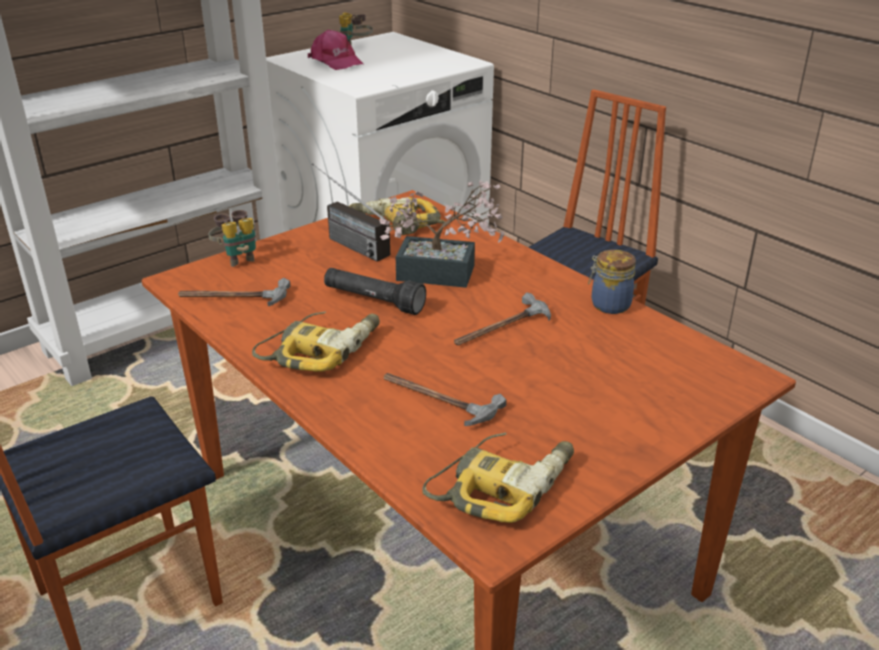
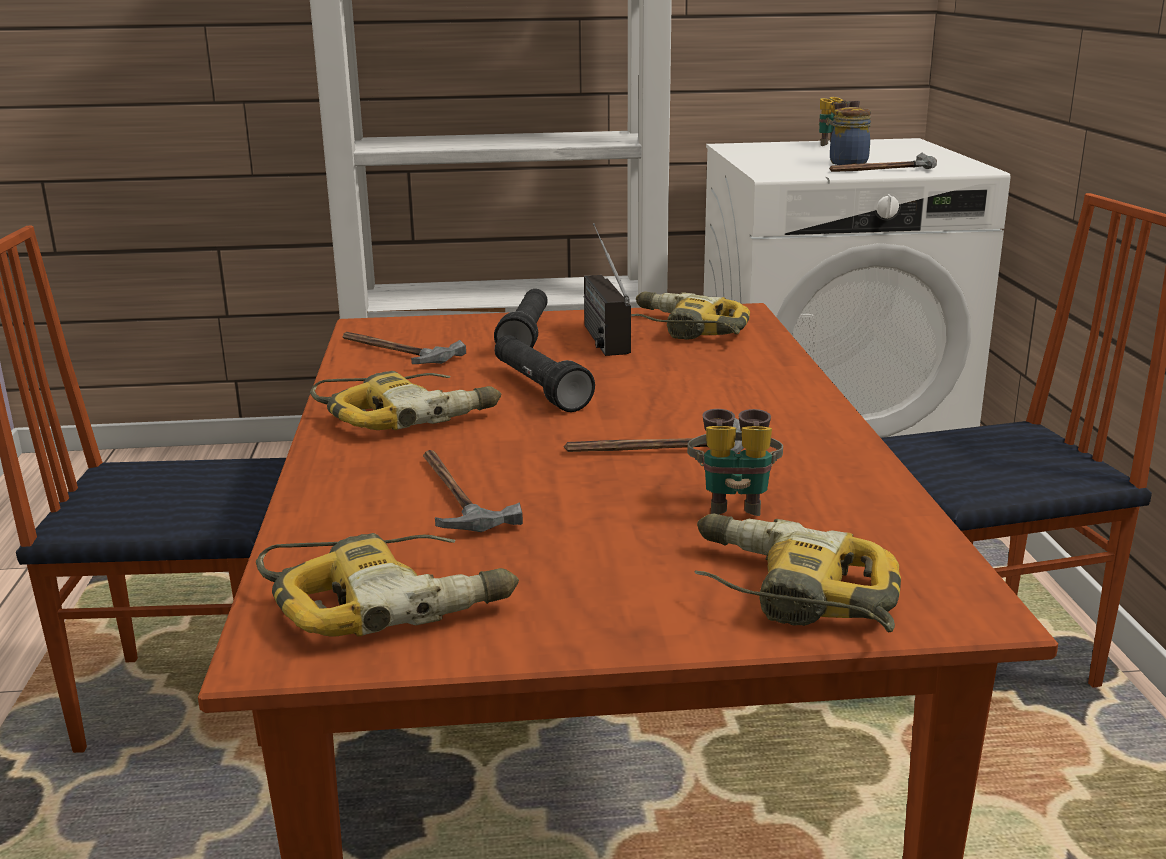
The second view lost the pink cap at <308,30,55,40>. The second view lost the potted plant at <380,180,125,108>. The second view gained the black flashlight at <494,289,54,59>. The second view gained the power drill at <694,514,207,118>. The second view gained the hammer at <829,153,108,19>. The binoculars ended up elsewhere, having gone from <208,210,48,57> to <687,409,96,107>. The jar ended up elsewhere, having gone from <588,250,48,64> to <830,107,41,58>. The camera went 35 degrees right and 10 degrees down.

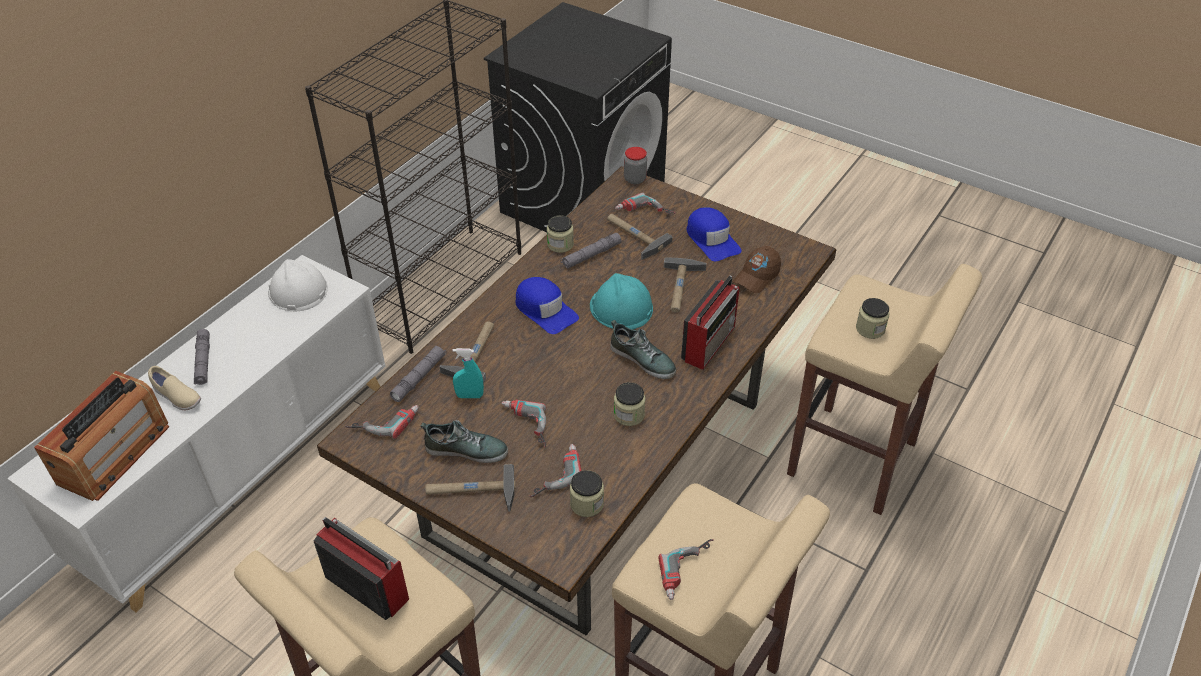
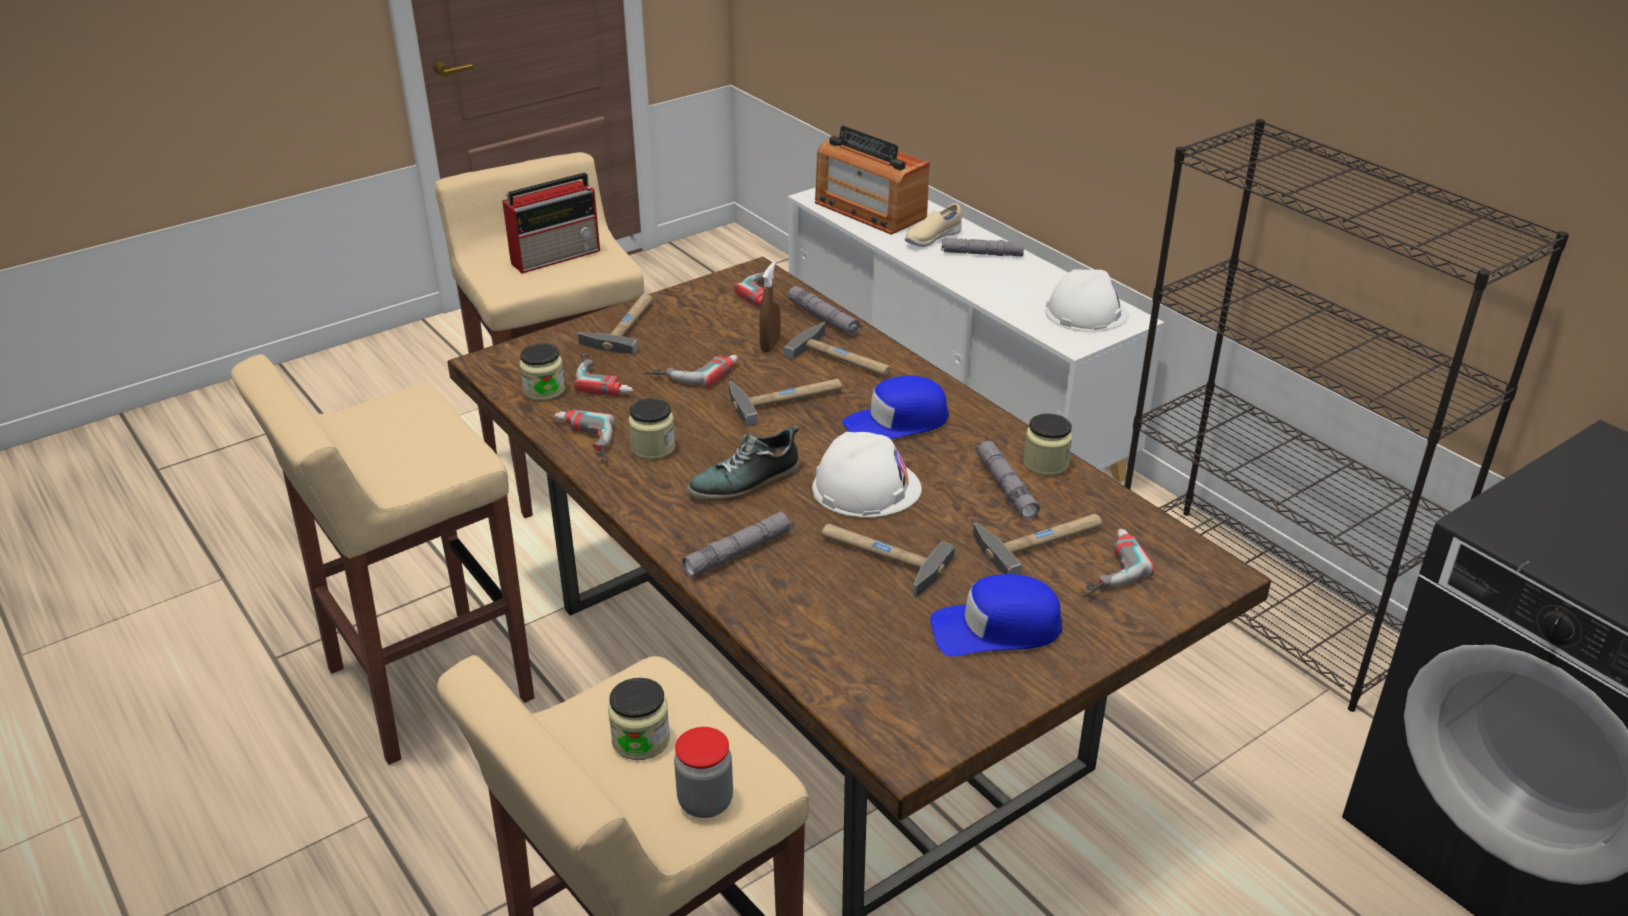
The second view lost the shoe at <421,420,87,43>. The second view lost the brown cap at <732,246,49,47>. The second view gained the hammer at <729,379,113,47>. The jar ended up elsewhere, having gone from <624,147,23,38> to <674,727,59,91>. The power drill ended up elsewhere, having gone from <659,539,55,61> to <554,410,61,53>. Where the radio stood at <681,276,59,94>, the grey flashlight came to stand at <682,512,112,65>. What was the turquoise spray bottle at <452,348,32,50> turned into the brown spray bottle at <759,262,22,90>. What was the turquoise hard hat at <590,273,63,57> turned into the white hard hat at <812,432,110,86>. The camera went 110 degrees right and 10 degrees down.

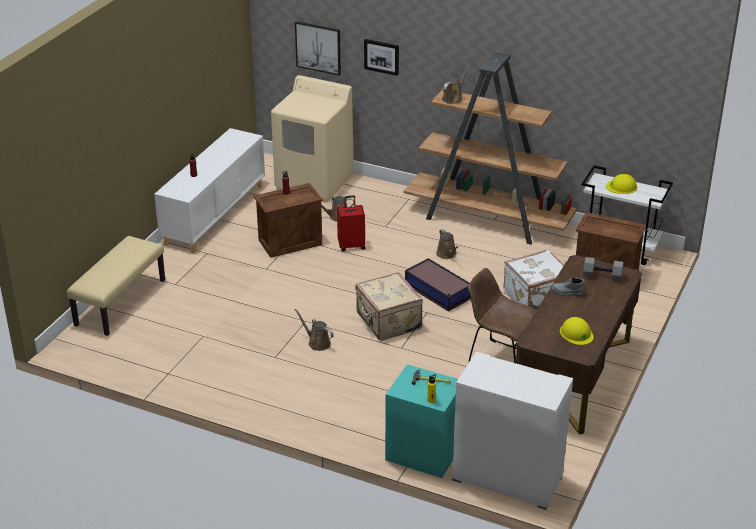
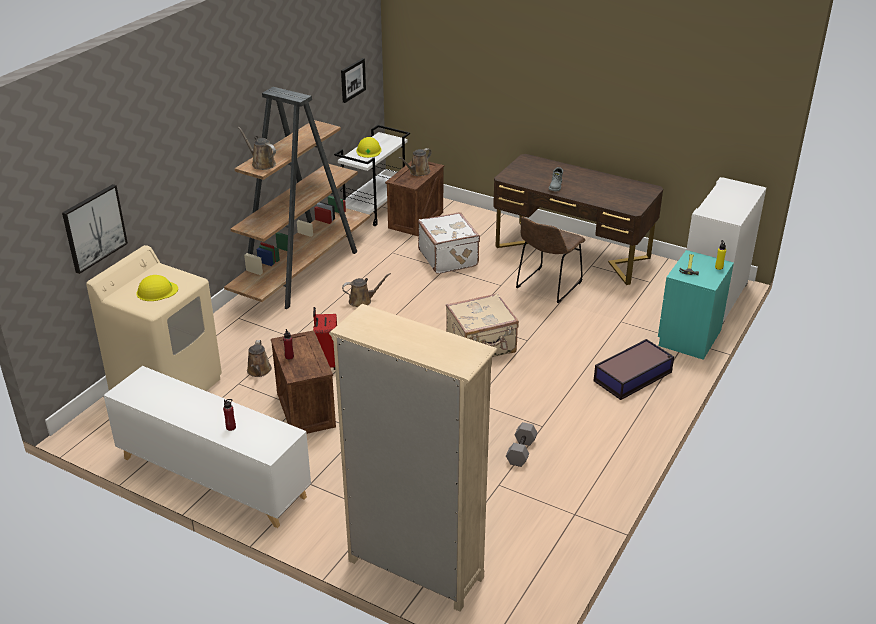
The brown watering can ended up elsewhere, having gone from <294,309,40,42> to <398,148,34,28>. The picture ended up elsewhere, having gone from <364,39,35,37> to <341,58,25,45>. The storage box ended up elsewhere, having gone from <405,258,66,54> to <594,339,80,61>. The yellow hard hat ended up elsewhere, having gone from <560,317,34,28> to <136,275,42,26>. The grey dumbbell ended up elsewhere, having gone from <583,257,40,24> to <506,422,31,45>. Where the beige bench stood at <67,236,98,100>, the beige bookcase came to stand at <329,304,169,308>. The camera went 85 degrees left and 0 degrees up.

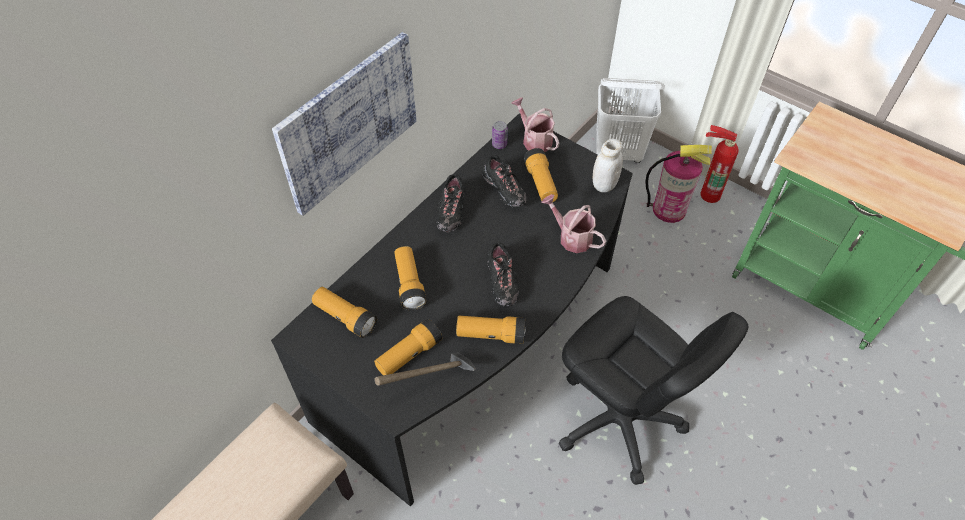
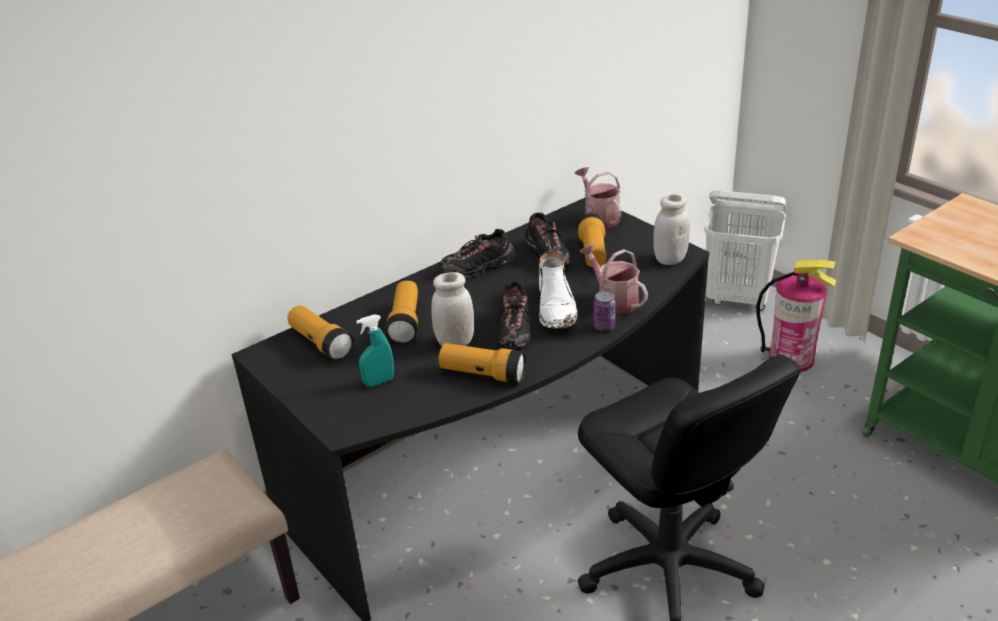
The second view lost the picture at <272,32,144,184>. The second view lost the hammer at <375,352,101,34>. The second view lost the fire extinguisher at <701,125,38,78>. The second view gained the white jar at <432,272,42,74>. The second view gained the white boot at <539,251,38,78>. The can ended up elsewhere, having gone from <492,121,16,28> to <593,291,23,40>. Where the flashlight stood at <374,319,68,56>, the turquoise spray bottle came to stand at <356,314,38,73>. The black shoe at <437,174,28,58> ended up facing another way, 45 degrees clockwise from before. The camera went 15 degrees right and 20 degrees down.

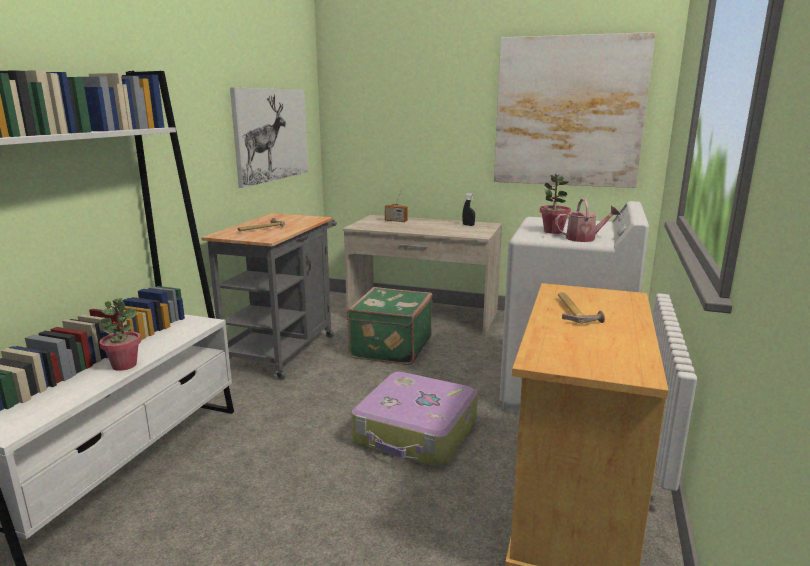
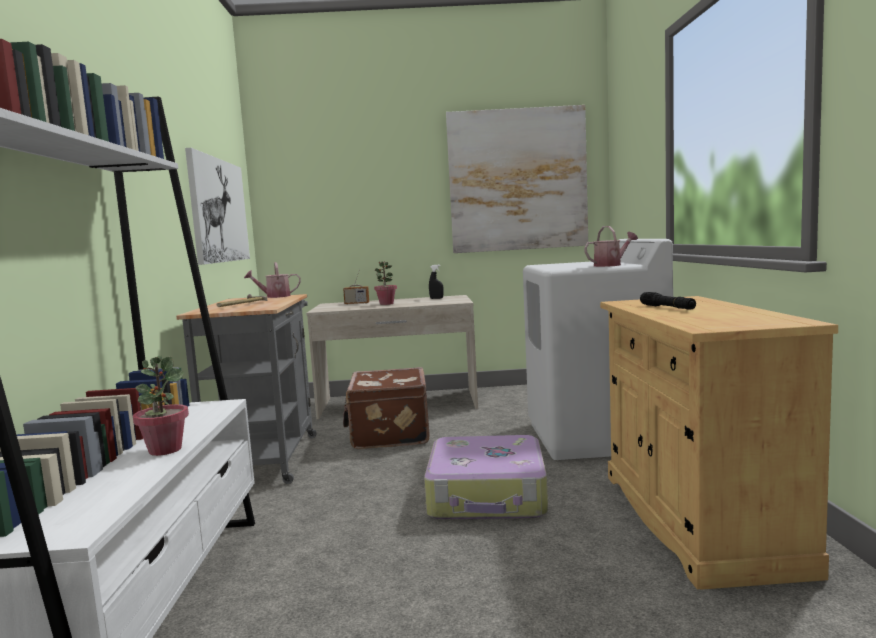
The second view gained the watering can at <244,262,57,36>. The potted plant ended up elsewhere, having gone from <540,174,31,60> to <374,261,23,44>. Where the hammer stood at <558,292,47,31>, the black flashlight came to stand at <640,292,56,18>. What was the green suitcase at <347,287,85,78> turned into the brown suitcase at <343,367,86,82>. The camera went 20 degrees left and 10 degrees down.

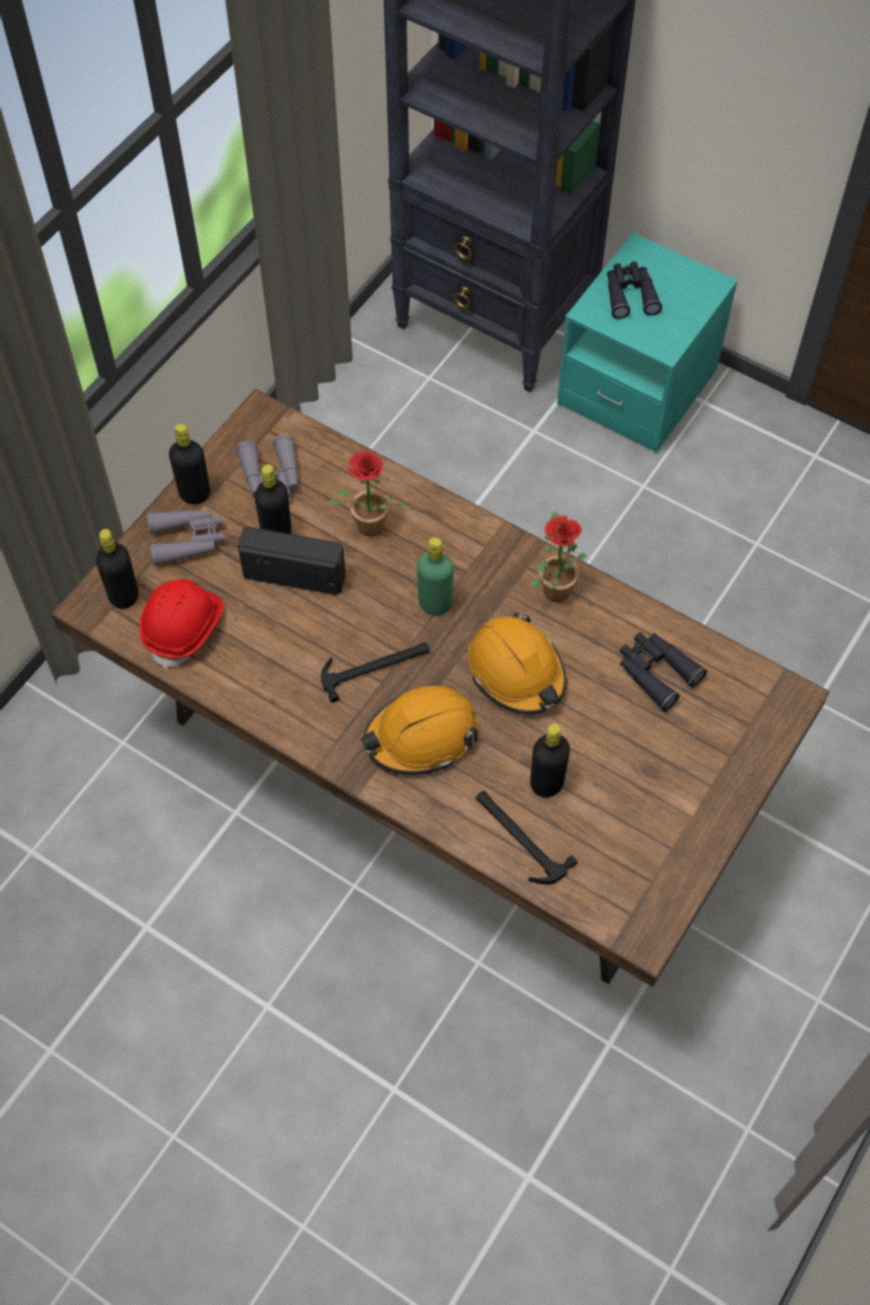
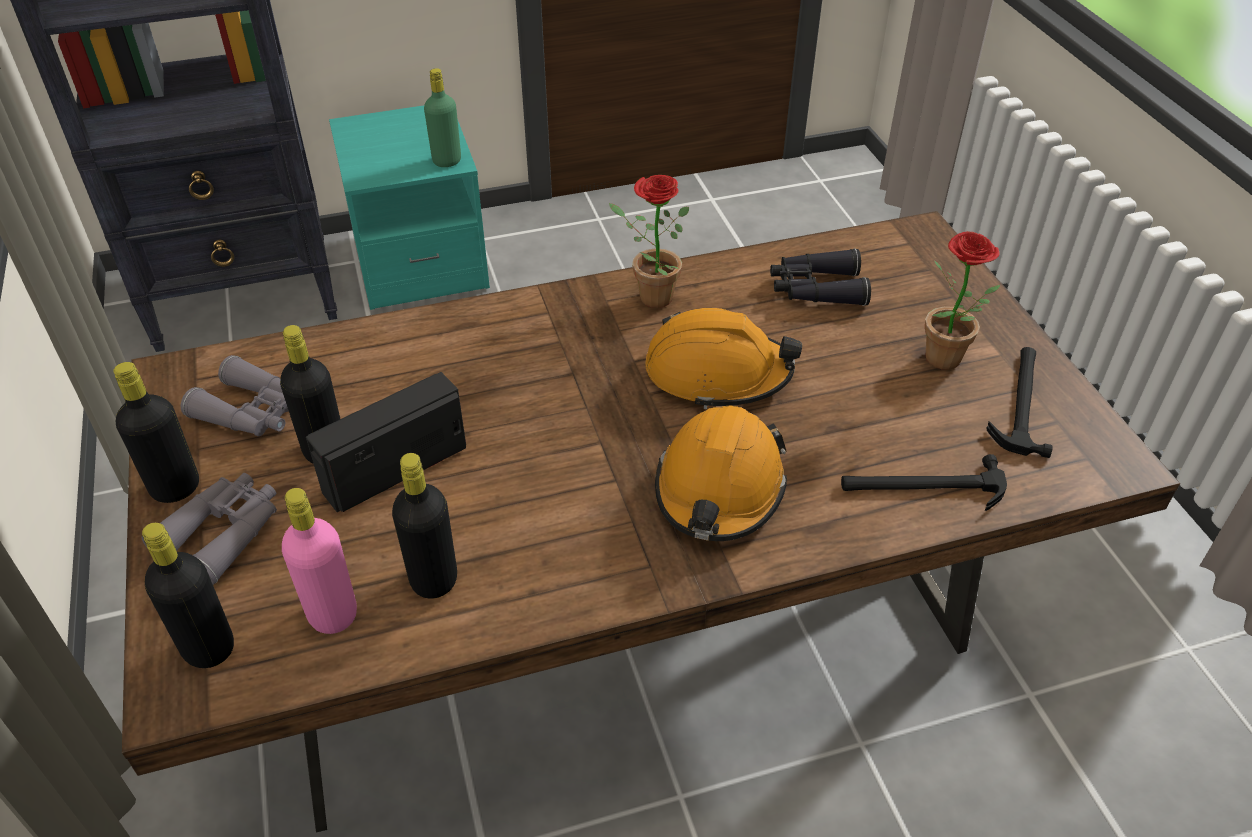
The second view lost the black binoculars at <607,262,55,57>. The hammer ended up elsewhere, having gone from <321,642,109,61> to <986,347,67,111>. The potted plant ended up elsewhere, having gone from <328,451,80,86> to <925,231,75,139>. The green bottle ended up elsewhere, having gone from <417,537,37,78> to <424,68,37,99>. The black bottle ended up elsewhere, having gone from <530,723,40,74> to <392,453,65,146>. Where the red hard hat stood at <139,579,85,90>, the pink bottle came to stand at <282,488,75,146>. The camera went 50 degrees left and 15 degrees down.

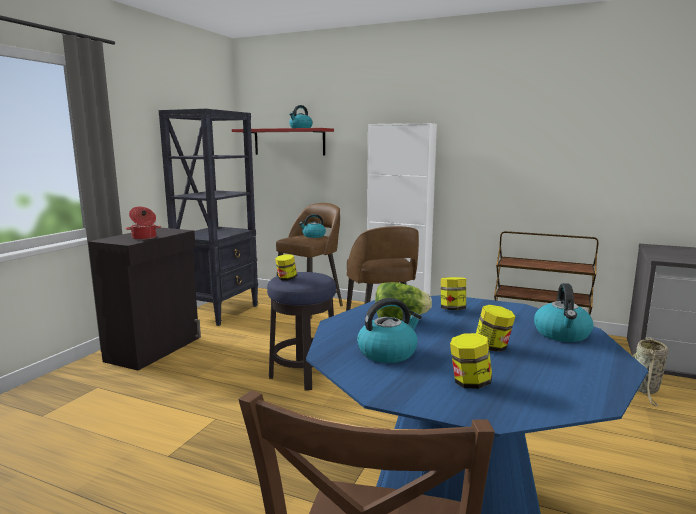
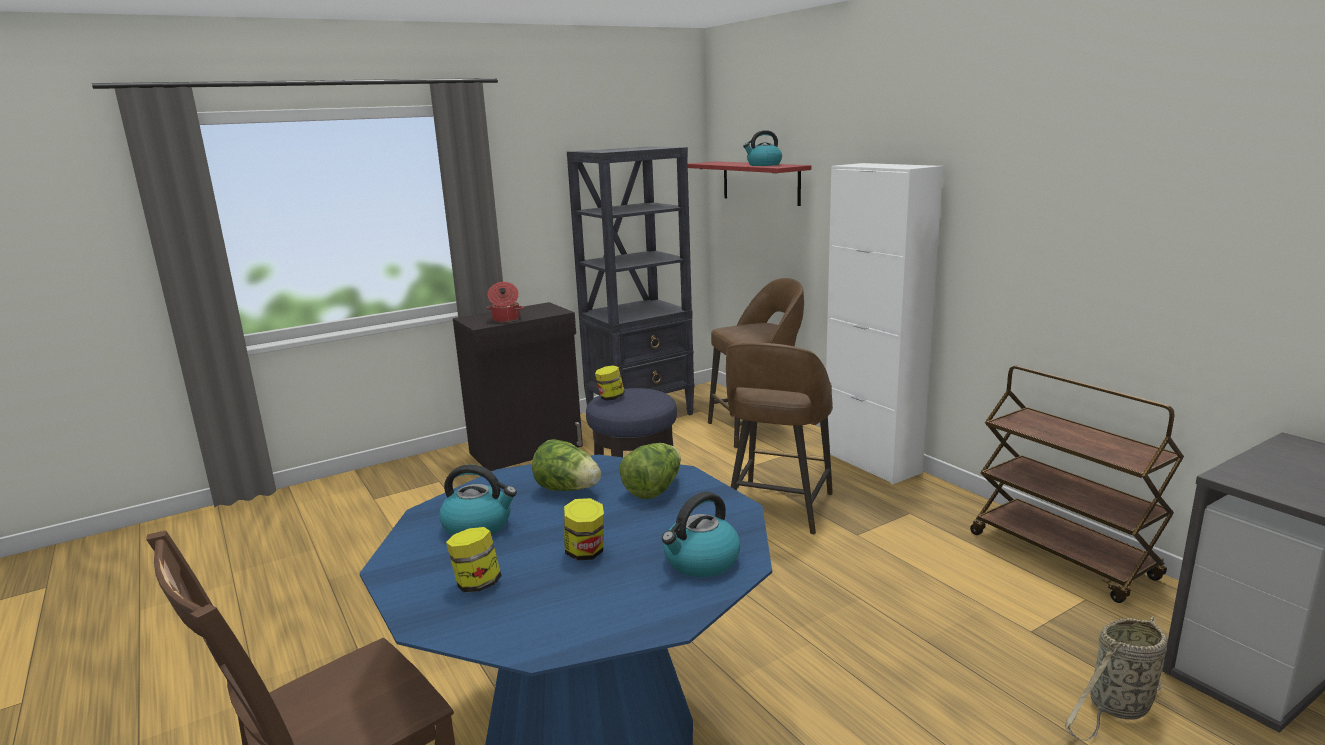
The second view lost the kettle at <299,214,27,24>. Where the jar stood at <441,277,25,33>, the lettuce came to stand at <620,443,61,56>. The camera went 35 degrees right and 5 degrees up.

